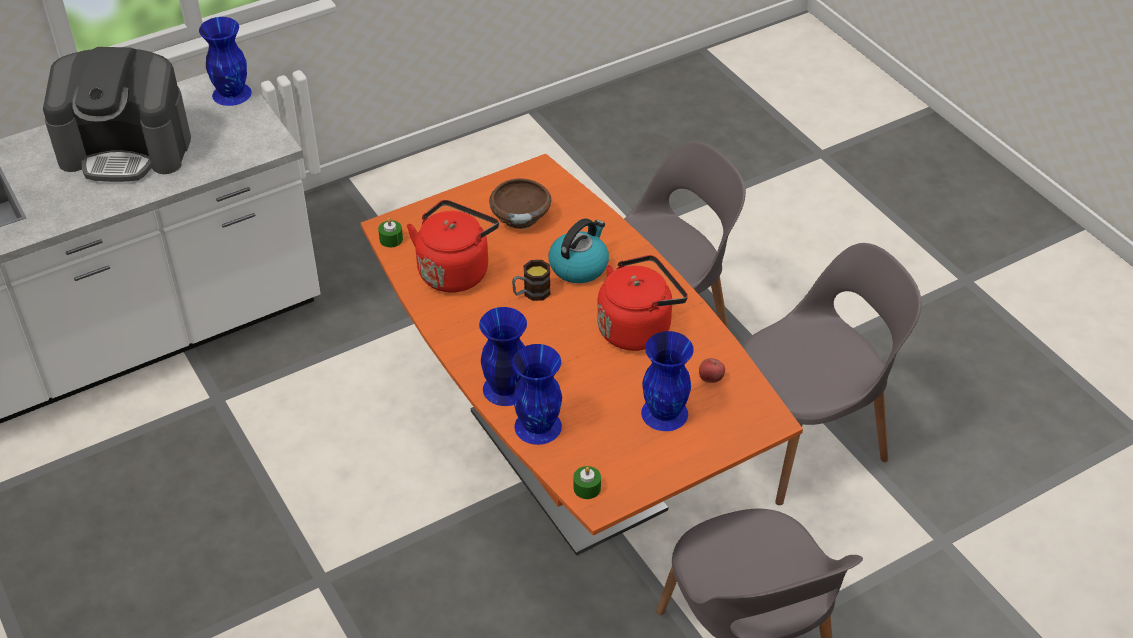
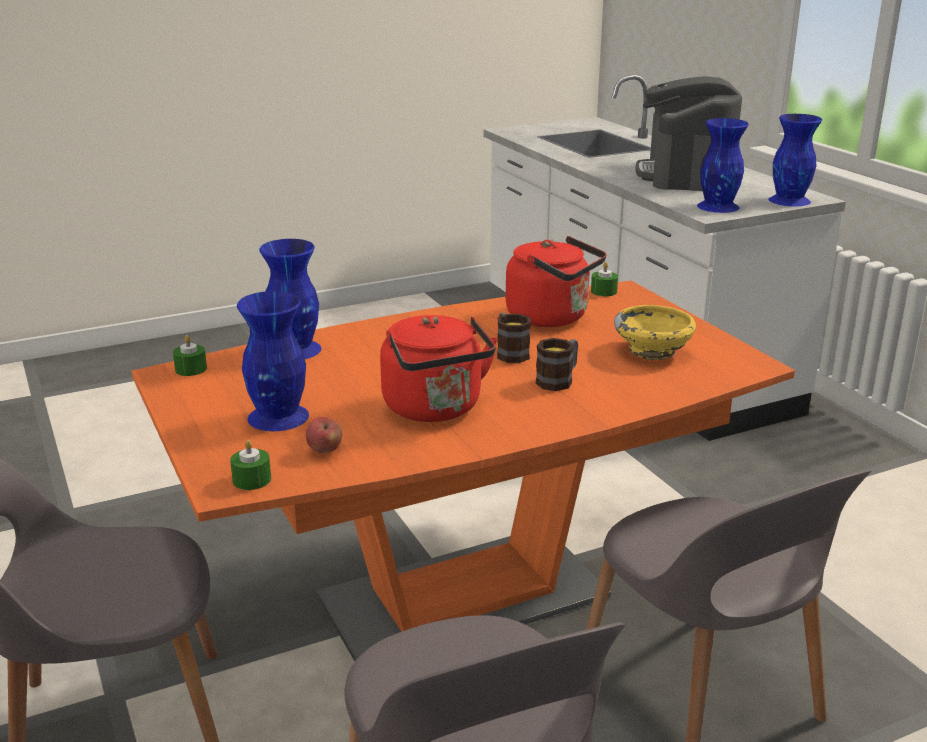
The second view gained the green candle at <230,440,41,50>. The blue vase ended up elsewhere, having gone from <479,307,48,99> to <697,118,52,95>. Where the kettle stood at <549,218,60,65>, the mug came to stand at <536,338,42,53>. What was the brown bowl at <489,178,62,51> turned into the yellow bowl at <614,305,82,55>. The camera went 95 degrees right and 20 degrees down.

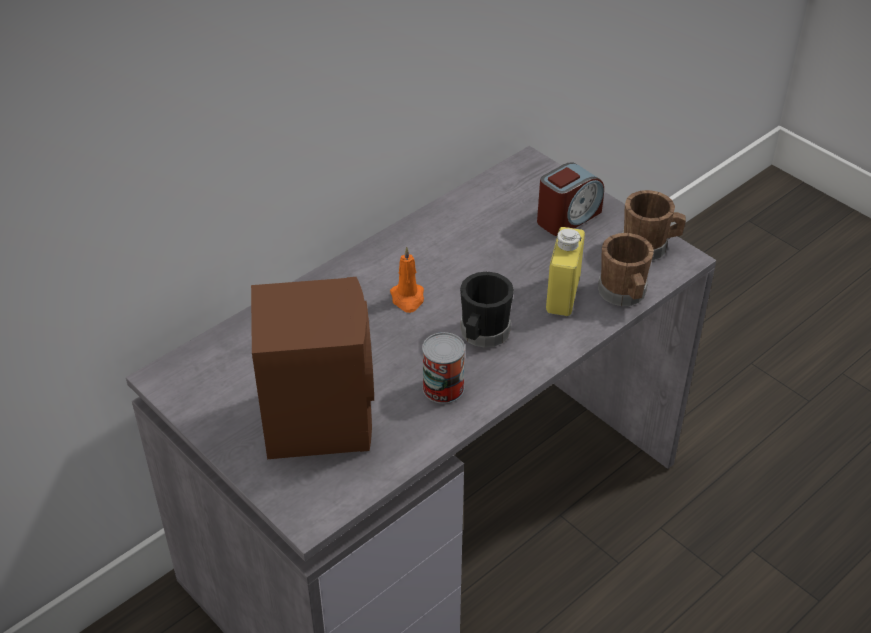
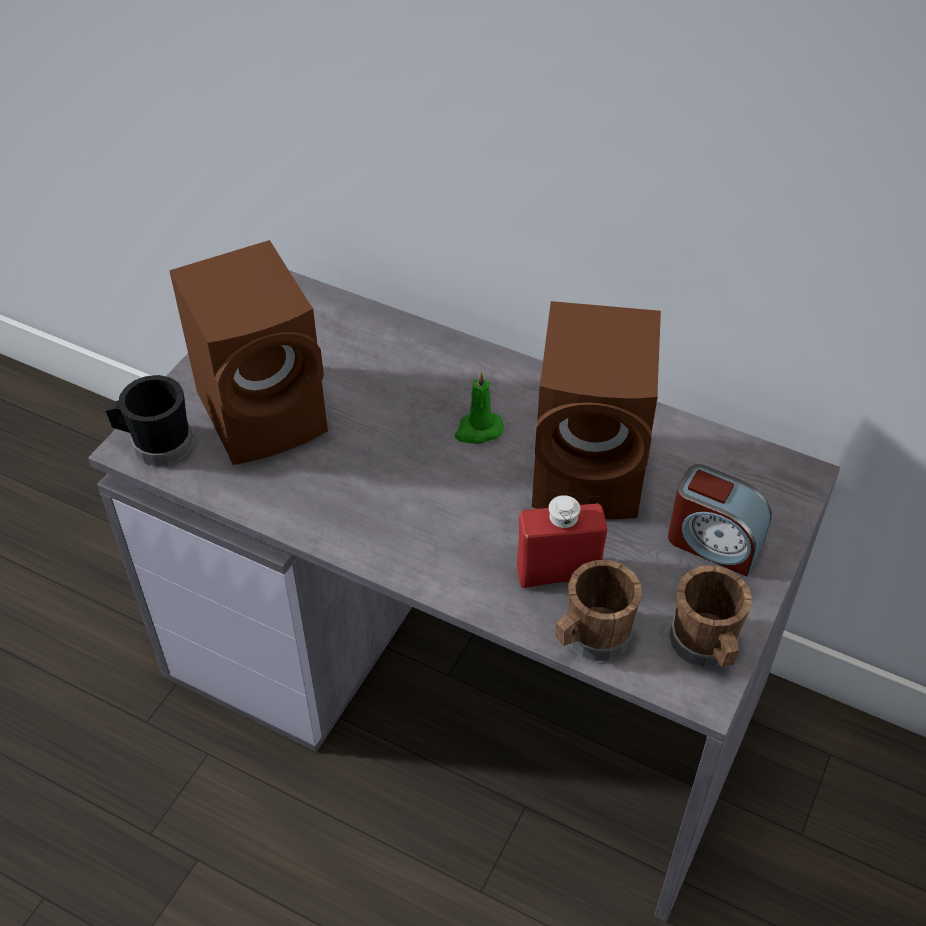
The second view lost the can at <422,332,43,72>. The second view gained the brown speaker at <532,301,129,218>. The black mug ended up elsewhere, having gone from <460,272,54,76> to <106,375,87,91>. What was the orange candle at <390,247,34,66> turned into the green candle at <455,372,49,72>. What was the yellow bottle at <546,227,39,89> turned into the red bottle at <517,495,90,93>. The camera went 70 degrees right and 5 degrees up.

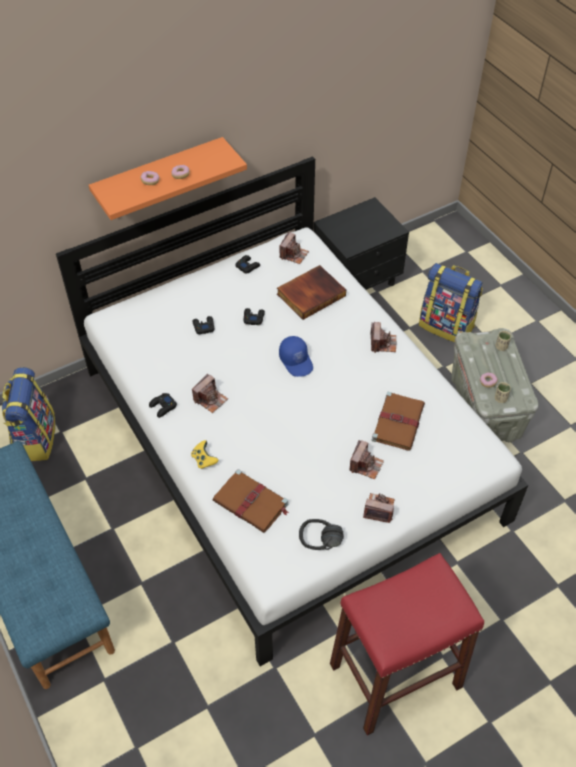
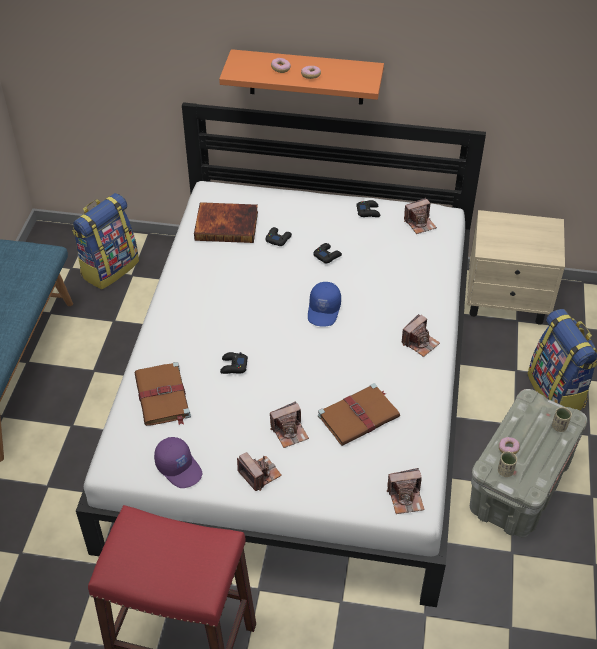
The second view lost the yellow game controller at <191,440,27,29>. The black game controller ended up elsewhere, having gone from <149,393,28,25> to <220,352,28,22>. The photo camera ended up elsewhere, having gone from <192,374,36,39> to <387,468,38,46>. The book ended up elsewhere, having gone from <277,265,69,55> to <194,202,64,41>. Where the black headphones stood at <299,519,45,31>, the purple cap came to stand at <154,437,48,51>. What was the black nightstand at <314,197,95,93> turned into the beige nightstand at <467,210,98,115>. The camera went 40 degrees right and 5 degrees down.

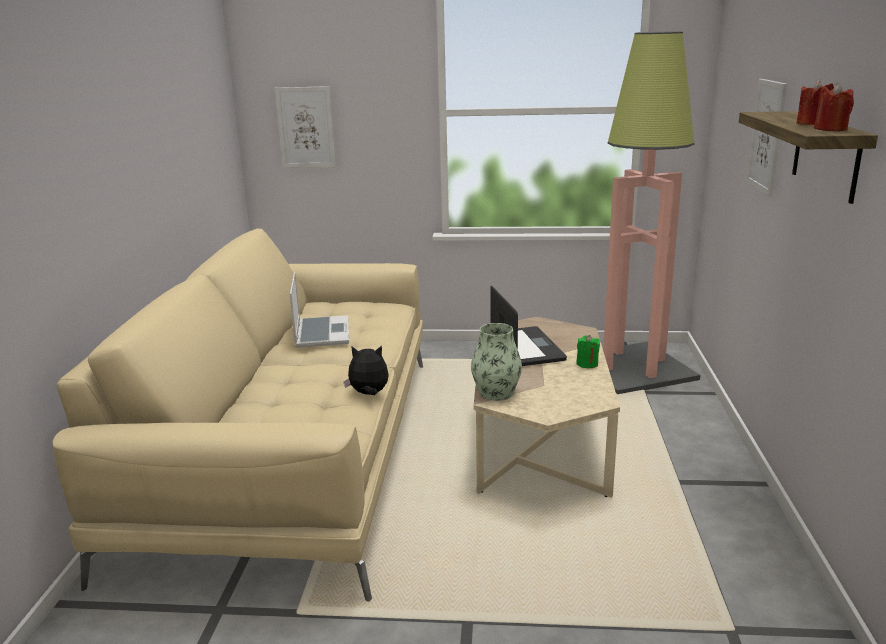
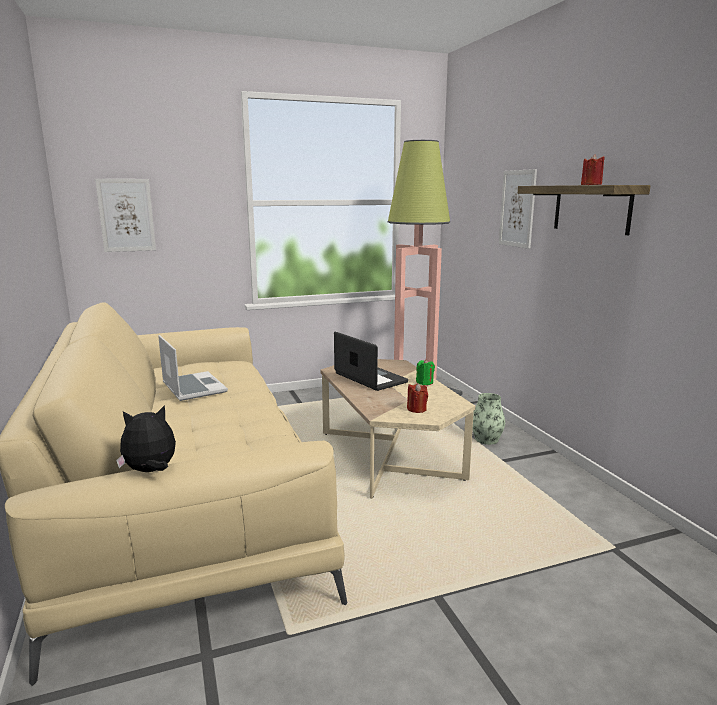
The plush toy ended up elsewhere, having gone from <344,345,45,50> to <116,405,60,67>. The vase ended up elsewhere, having gone from <471,323,51,78> to <473,393,32,52>. The red candle ended up elsewhere, having gone from <814,83,40,48> to <407,383,21,30>. The camera went 25 degrees left and 5 degrees down.

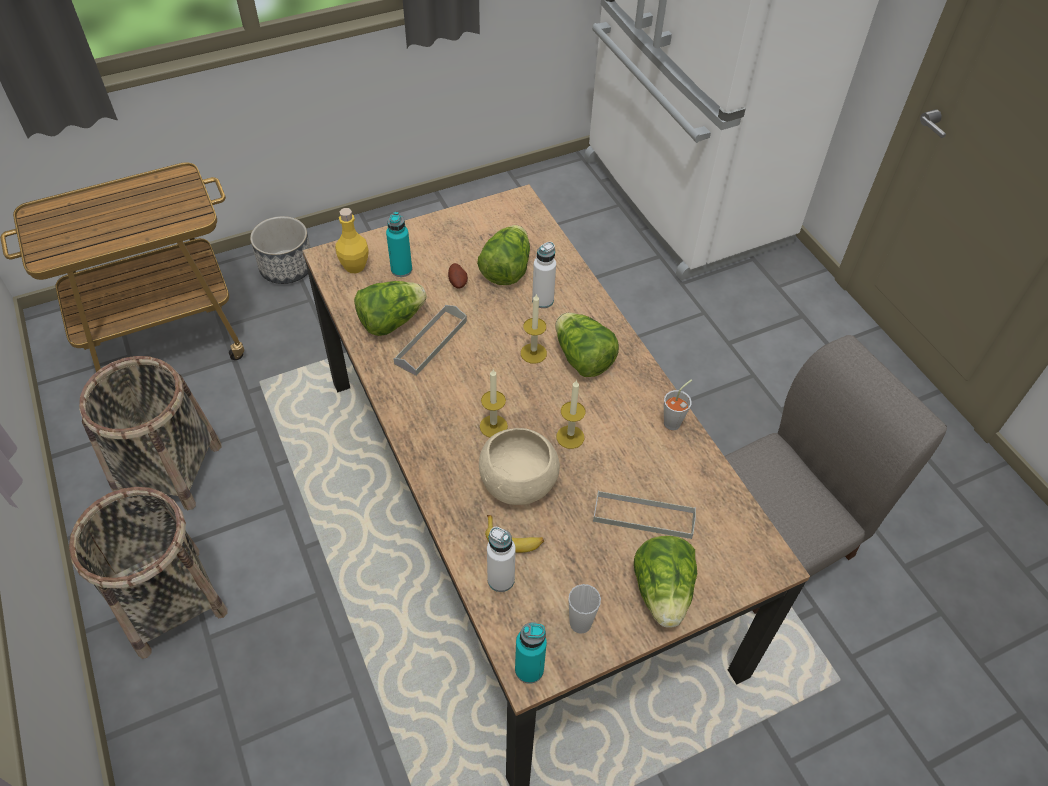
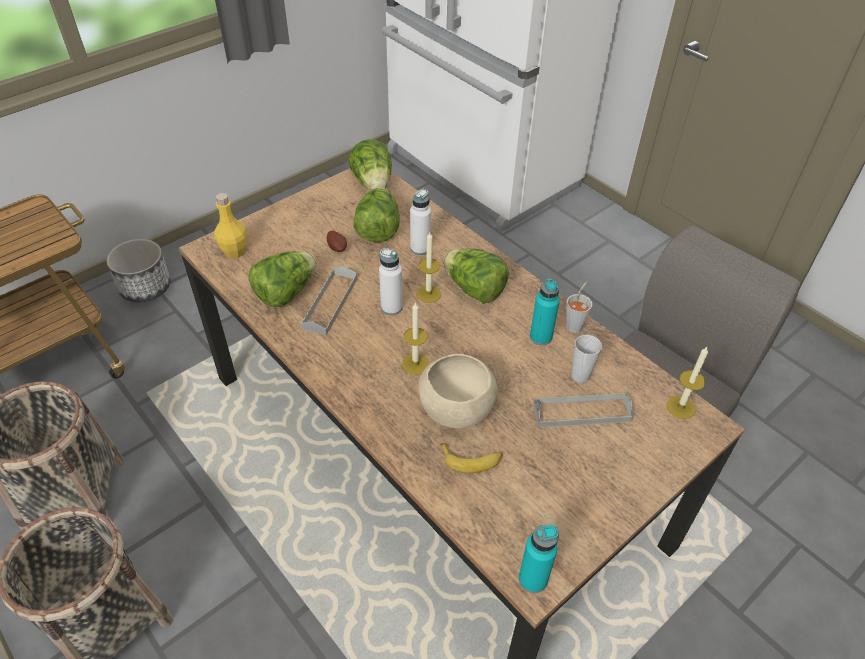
The turquoise bottle ended up elsewhere, having gone from <386,212,26,65> to <530,278,30,67>. The white bottle ended up elsewhere, having gone from <487,527,29,65> to <379,248,24,67>. The candle ended up elsewhere, having gone from <557,380,28,69> to <667,347,41,72>. The cup ended up elsewhere, having gone from <568,584,33,50> to <571,335,31,48>. The lettuce ended up elsewhere, having gone from <634,536,63,92> to <349,139,43,51>. The camera went 15 degrees left and 5 degrees down.

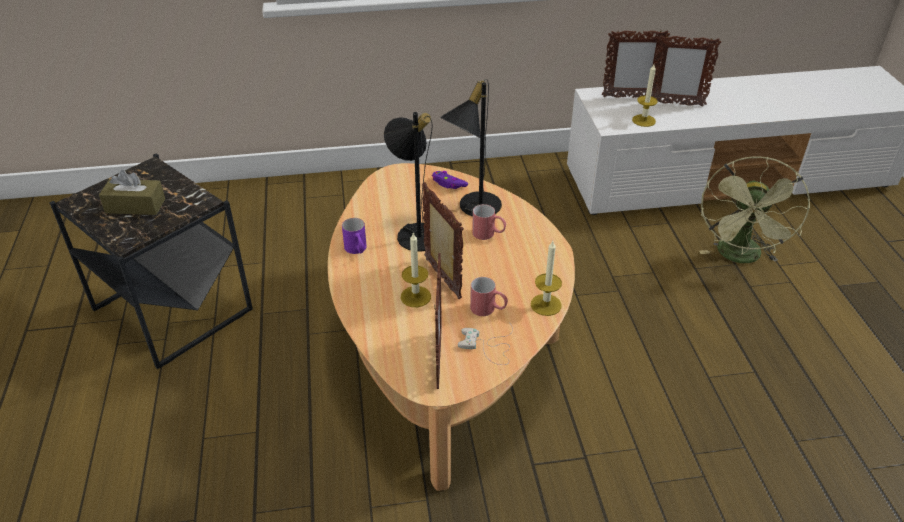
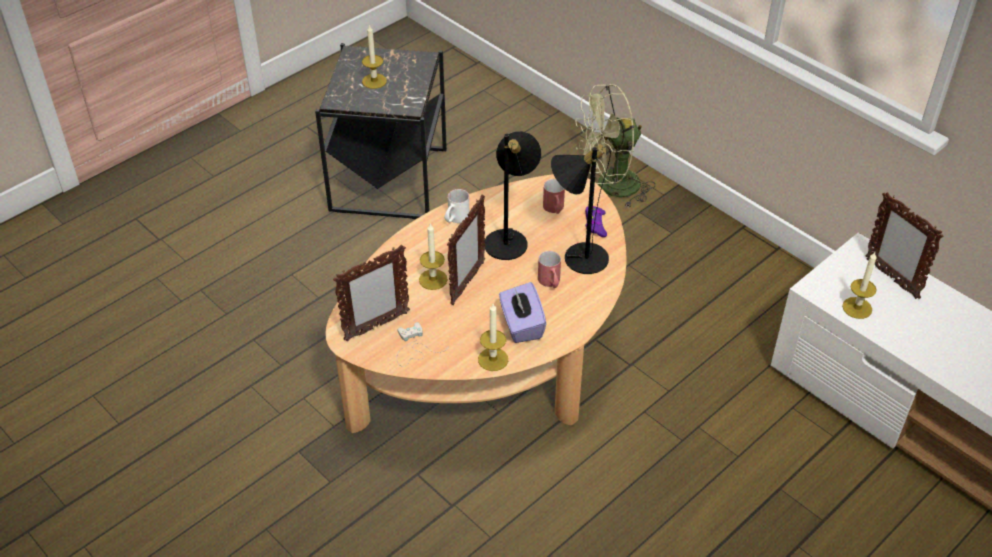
The second view lost the picture frame at <651,35,70,72>. The second view gained the purple tissue box at <499,282,47,61>. The red mug ended up elsewhere, having gone from <470,277,38,39> to <543,179,22,35>. The green fan ended up elsewhere, having gone from <699,156,111,107> to <576,84,79,124>. Where the brown tissue box stood at <99,170,66,45>, the candle came to stand at <362,24,25,65>. What was the purple mug at <342,218,25,36> turned into the white mug at <444,189,25,34>. The camera went 55 degrees right and 5 degrees up.

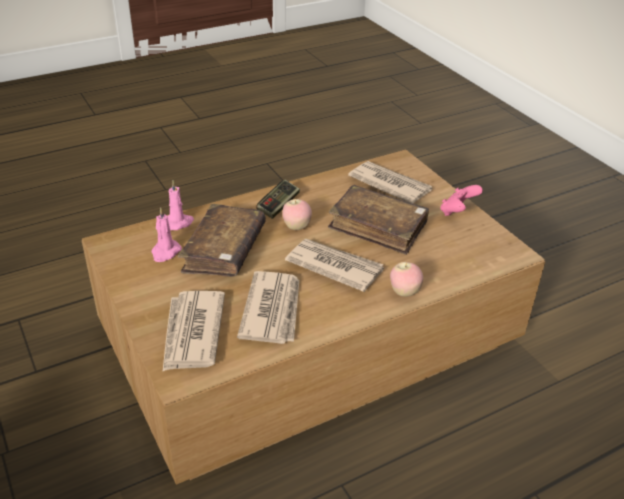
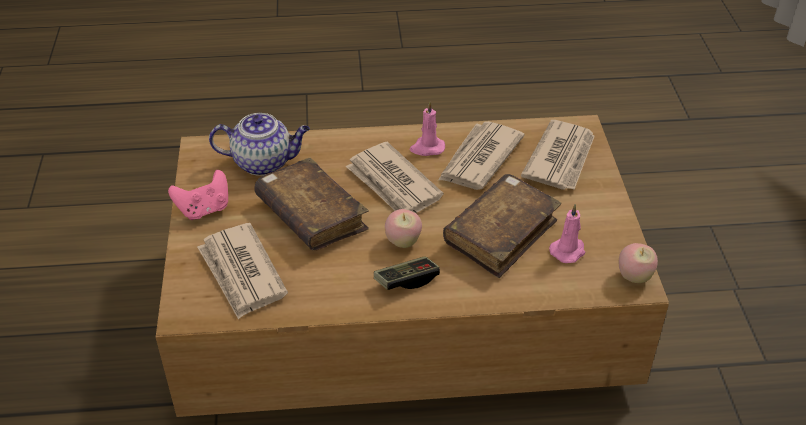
The second view gained the teapot at <209,113,101,63>. The pink candle ended up elsewhere, having gone from <168,180,26,50> to <410,101,35,55>. The apple ended up elsewhere, having gone from <390,262,33,35> to <619,243,39,40>. The camera went 155 degrees left and 5 degrees up.

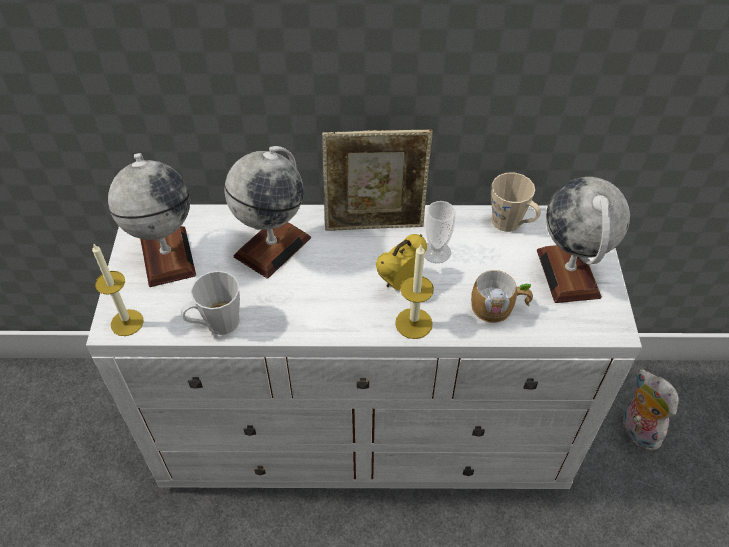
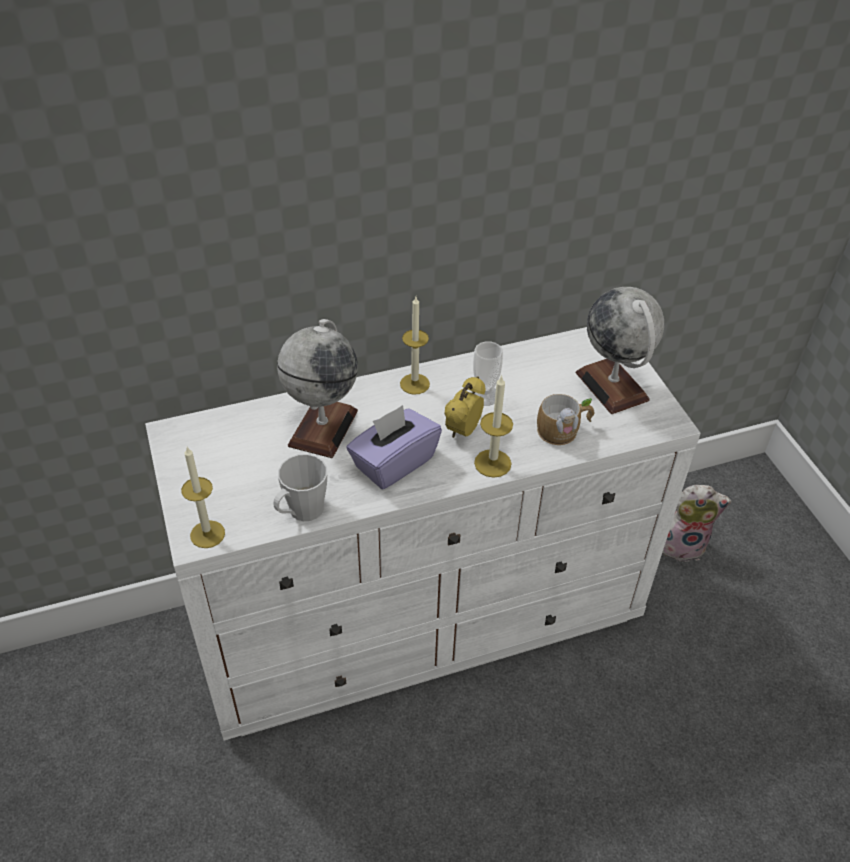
The second view lost the globe at <108,153,88,134>. The second view lost the beige mug at <491,173,50,59>. The second view gained the purple tissue box at <346,405,96,84>. Where the picture frame stood at <322,129,111,102>, the candle came to stand at <400,297,30,98>. The plush toy at <621,369,58,81> ended up facing another way, 135 degrees clockwise from before. The camera went 20 degrees left and 5 degrees down.

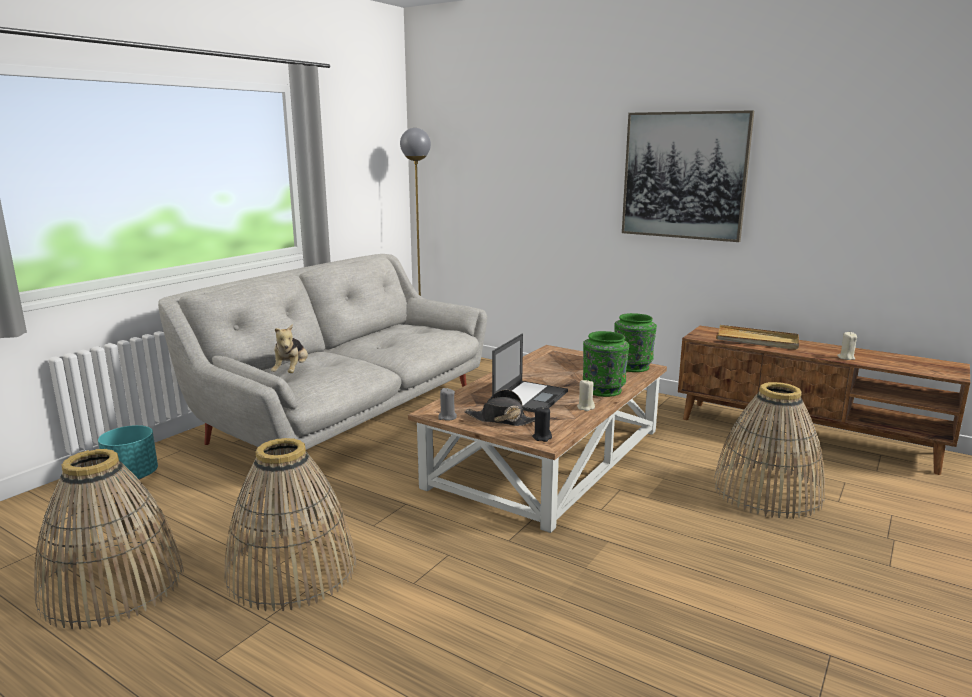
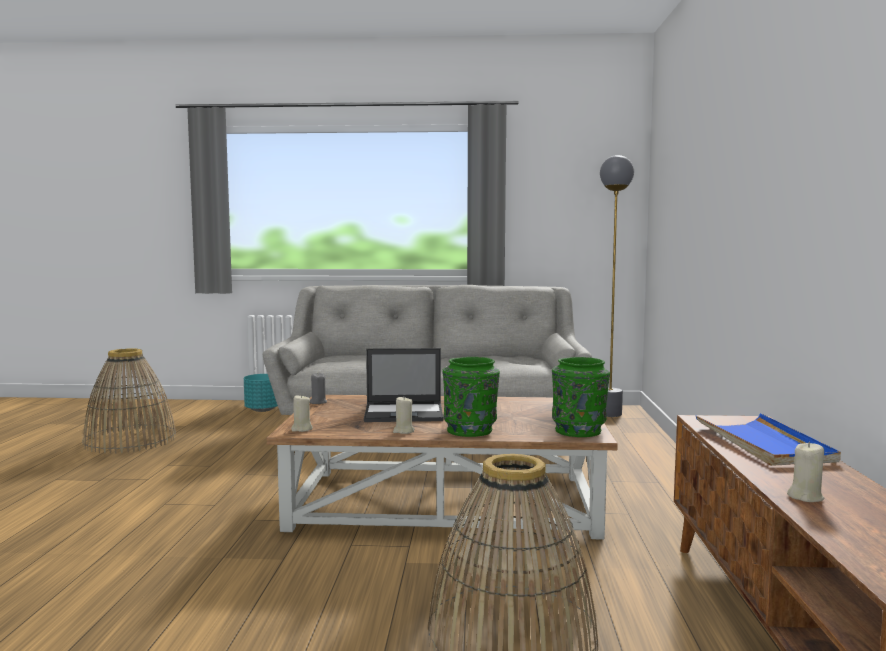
The second view lost the basket at <225,438,131,173>. The second view lost the plush toy at <271,324,37,49>. The second view lost the black hat at <465,390,70,36>. The second view lost the picture at <622,110,132,132>. What was the black candle at <533,407,19,35> turned into the beige candle at <291,394,22,38>. What was the beige tray at <716,325,83,25> turned into the blue tray at <696,413,145,53>. The camera went 60 degrees right and 10 degrees down.

